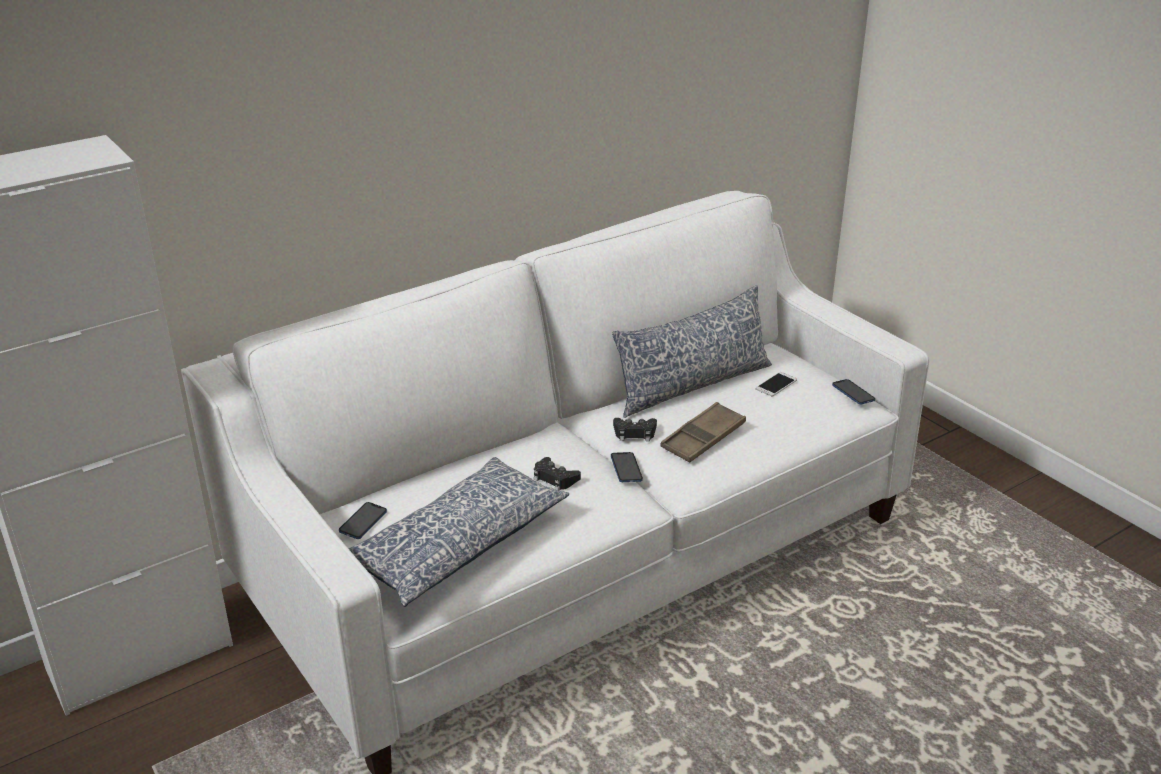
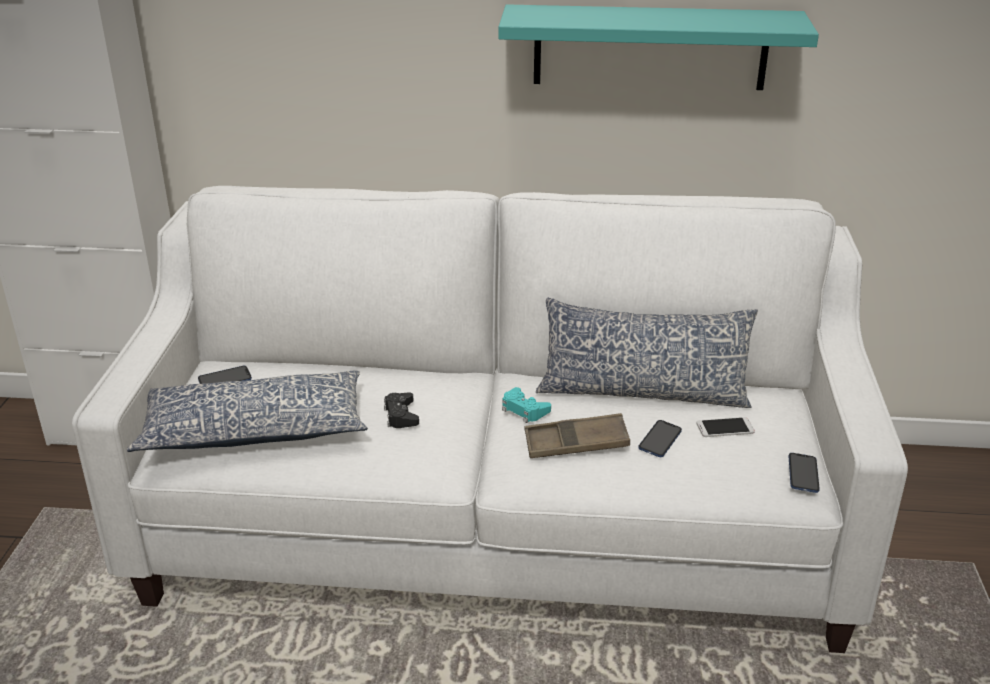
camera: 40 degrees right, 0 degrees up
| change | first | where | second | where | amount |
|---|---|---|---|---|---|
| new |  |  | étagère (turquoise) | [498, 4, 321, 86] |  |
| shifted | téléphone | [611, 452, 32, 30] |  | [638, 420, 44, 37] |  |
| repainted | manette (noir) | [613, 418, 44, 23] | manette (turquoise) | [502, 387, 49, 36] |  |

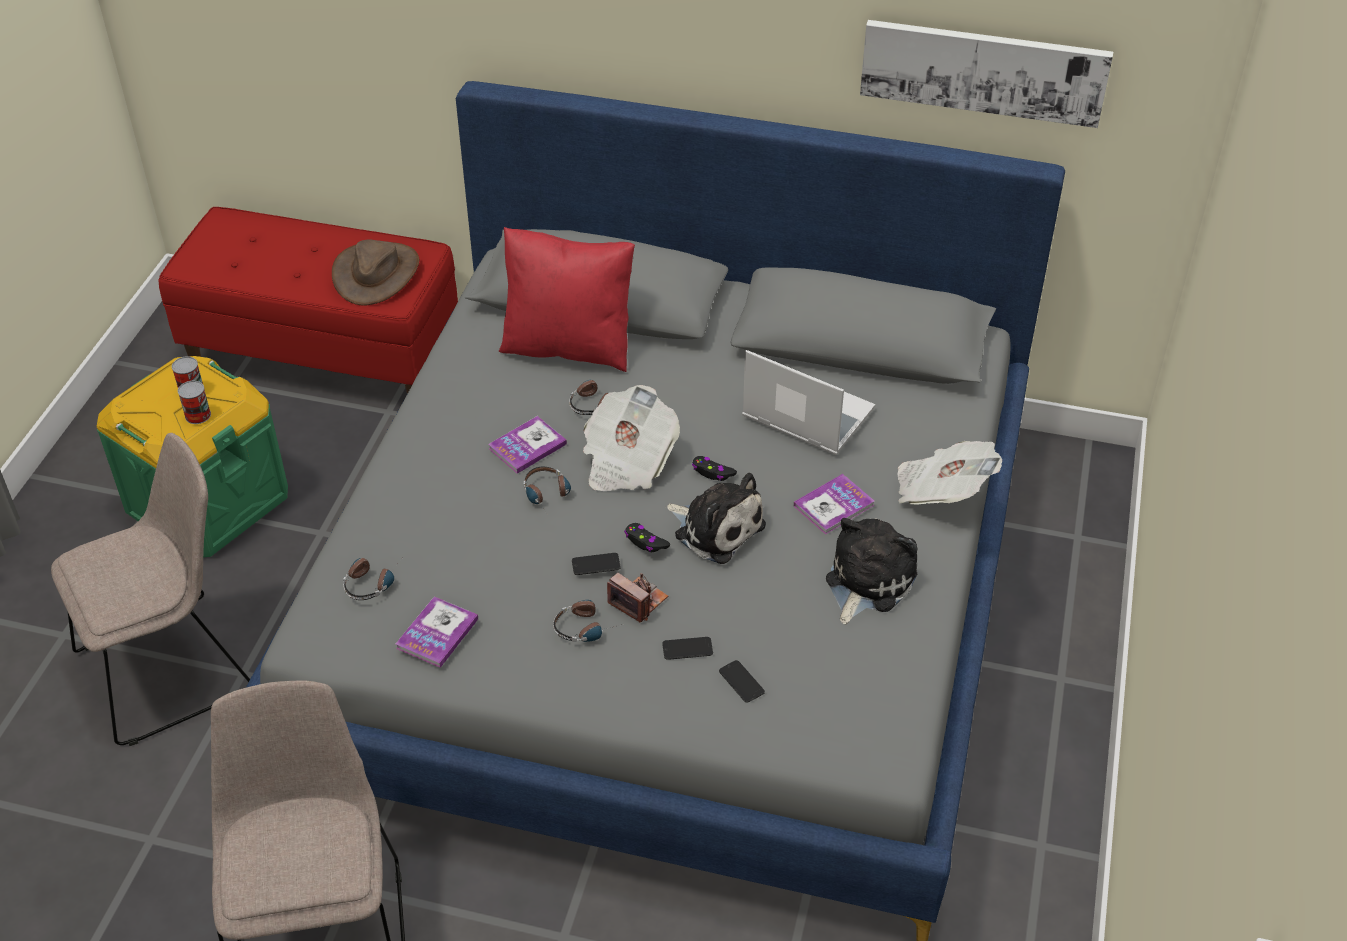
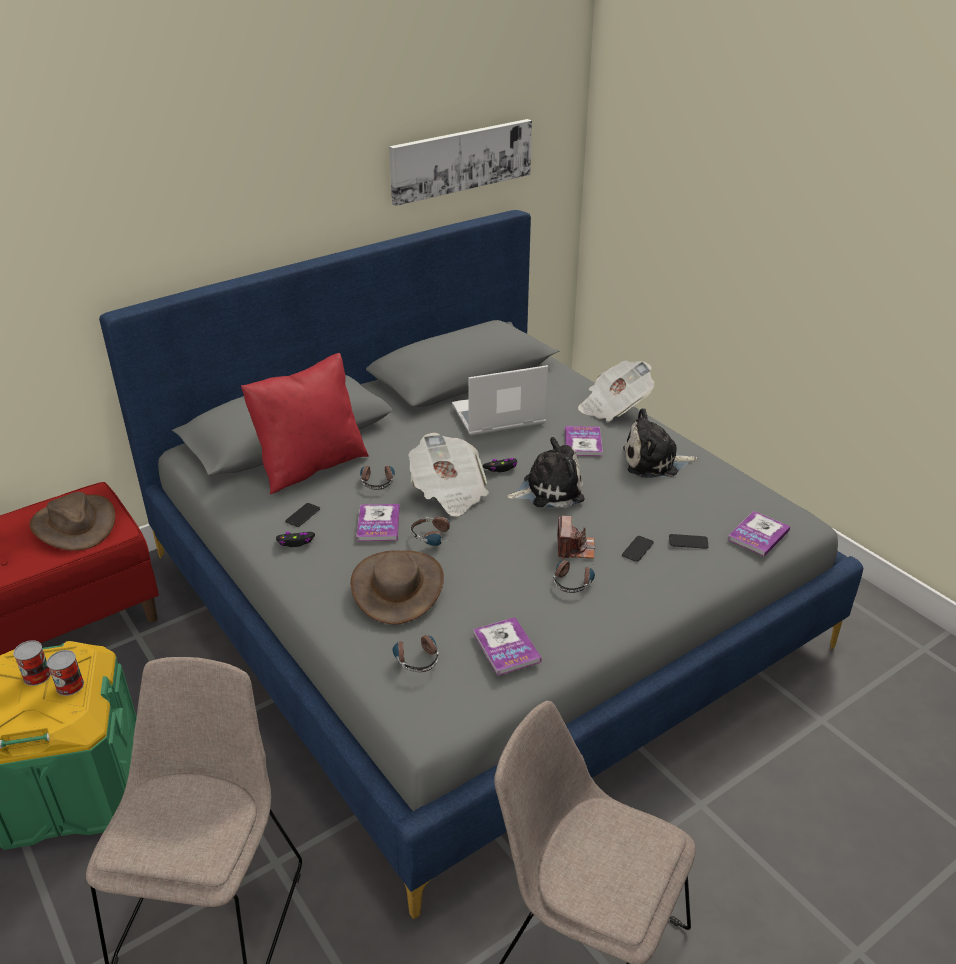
camera: 50 degrees left, 10 degrees down
| change | first | where | second | where | amount |
|---|---|---|---|---|---|
| new |  |  | chapeau (marron) | [351, 550, 93, 75] |  |
| new |  |  | livre | [728, 511, 62, 46] |  |
| shifted | téléphone | [572, 553, 49, 22] |  | [285, 503, 35, 24] |  |
| shifted | manette (noir) | [624, 523, 46, 29] |  | [276, 532, 39, 15] |  |
| rotated | appareil photo | [607, 573, 61, 49] |  | [557, 516, 38, 43] | 105 degrees clockwise |
| rotated | peluche | [826, 518, 91, 107] |  | [623, 408, 75, 70] | 75 degrees counterclockwise |

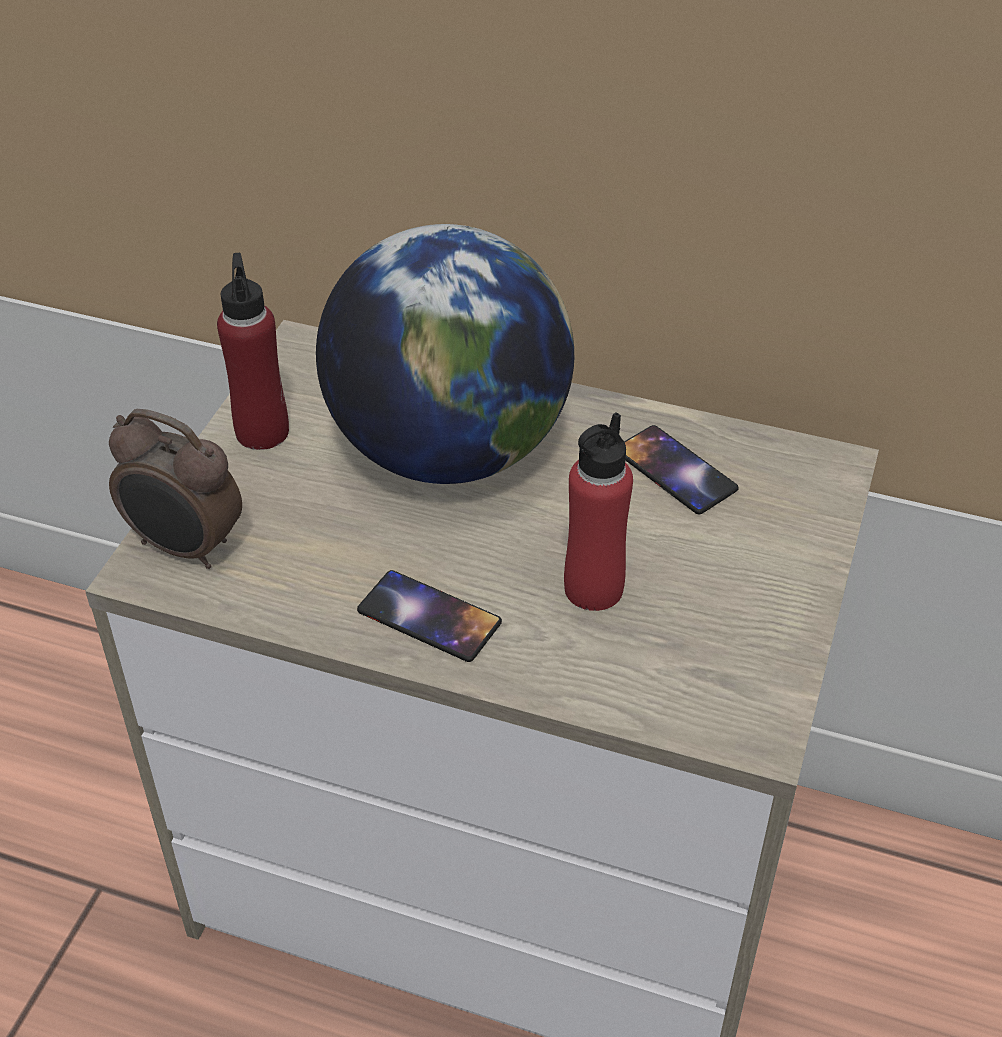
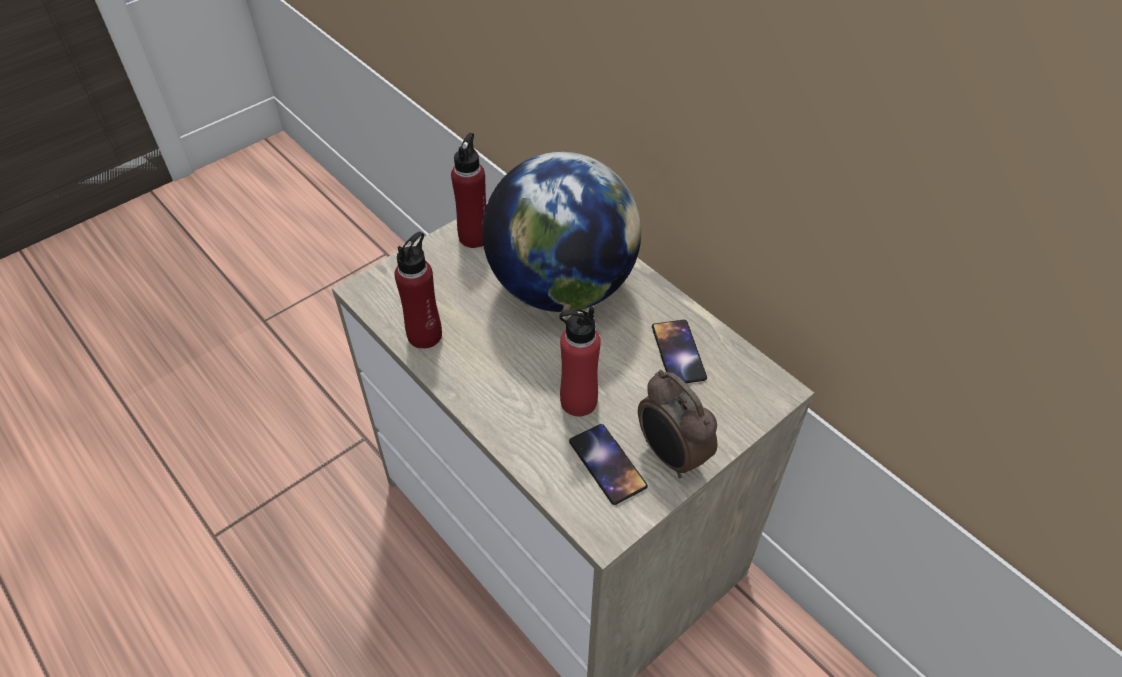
camera: 30 degrees right, 5 degrees up
| change | first | where | second | where | amount |
|---|---|---|---|---|---|
| new |  |  | bouteille (rouge) | [395, 232, 47, 117] |  |
| shifted | réveil | [109, 409, 133, 160] |  | [638, 370, 79, 108] |  |
| shifted | téléphone | [357, 570, 145, 92] |  | [569, 424, 79, 81] |  |

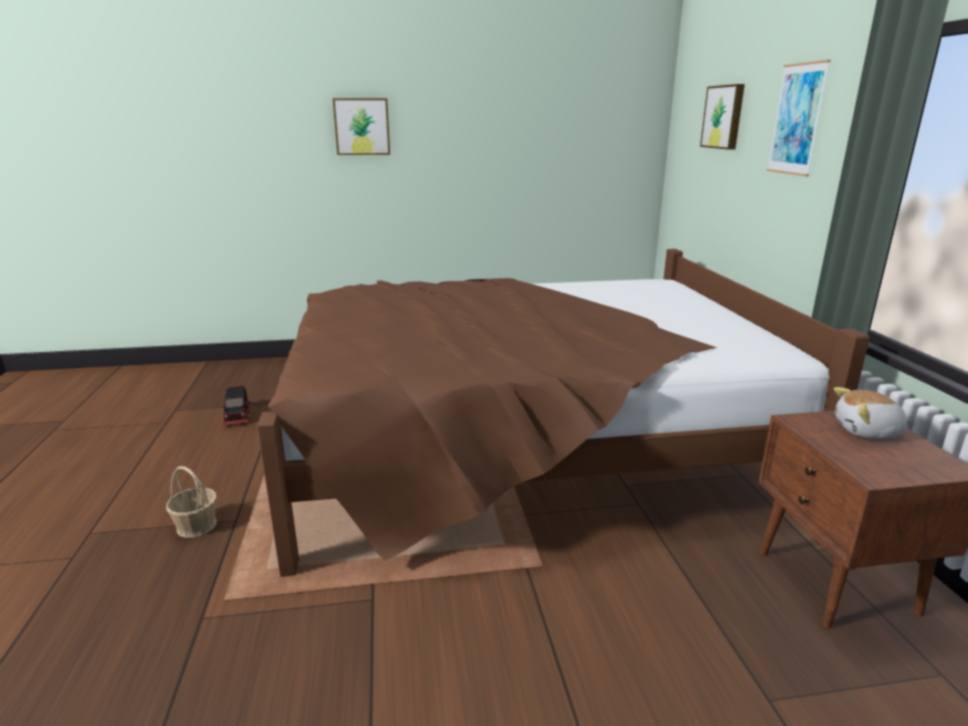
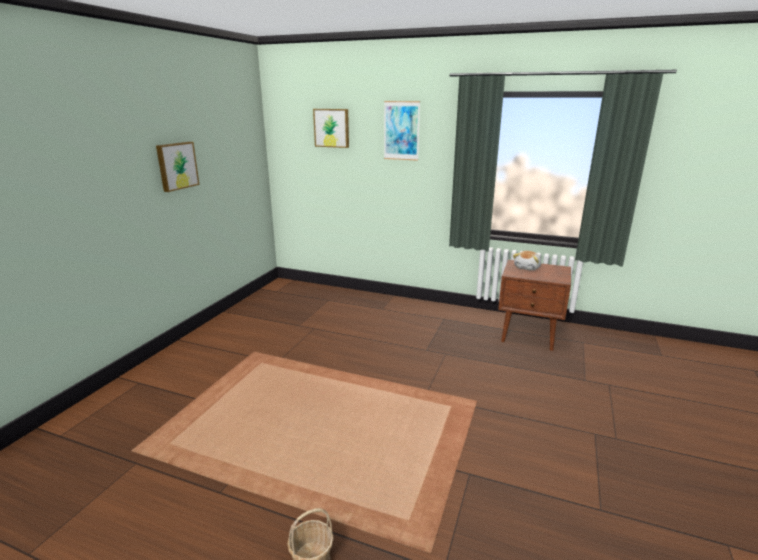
camera: 60 degrees left, 0 degrees up
| change | first | where | second | where | amount |
|---|---|---|---|---|---|
| gone | camion jouet | [222, 386, 29, 39] |  |  |  |
| gone | lit (marron) | [257, 249, 613, 328] |  |  |  |
| shifted | tableau | [333, 98, 57, 57] |  | [156, 142, 44, 50] |  |

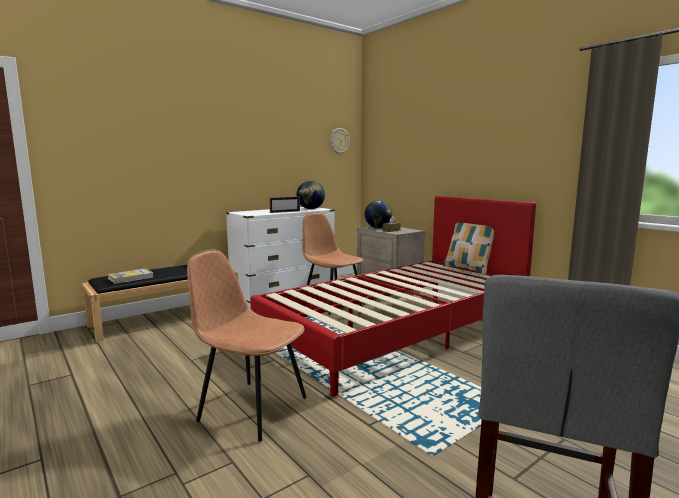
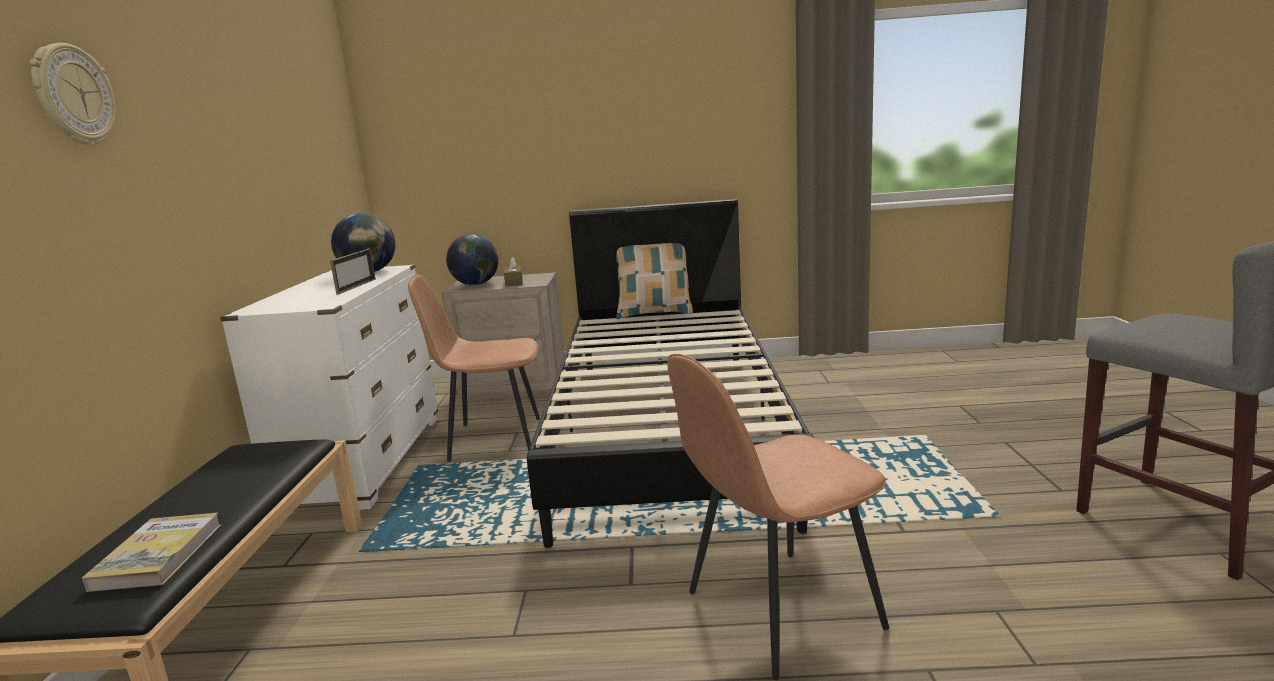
camera: 50 degrees left, 5 degrees up
| change | first | where | second | where | amount |
|---|---|---|---|---|---|
| shifted | horloge murale | [329, 128, 21, 27] |  | [30, 43, 85, 103] |  |
| repainted | lit (rouge) | [251, 196, 285, 200] | lit (noir) | [527, 199, 287, 349] |  |

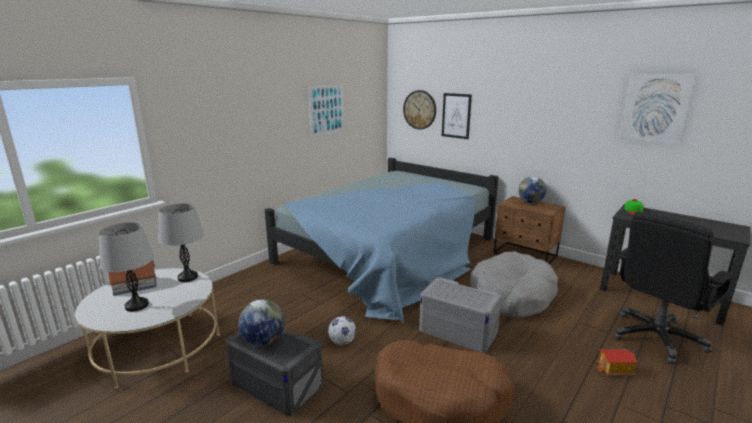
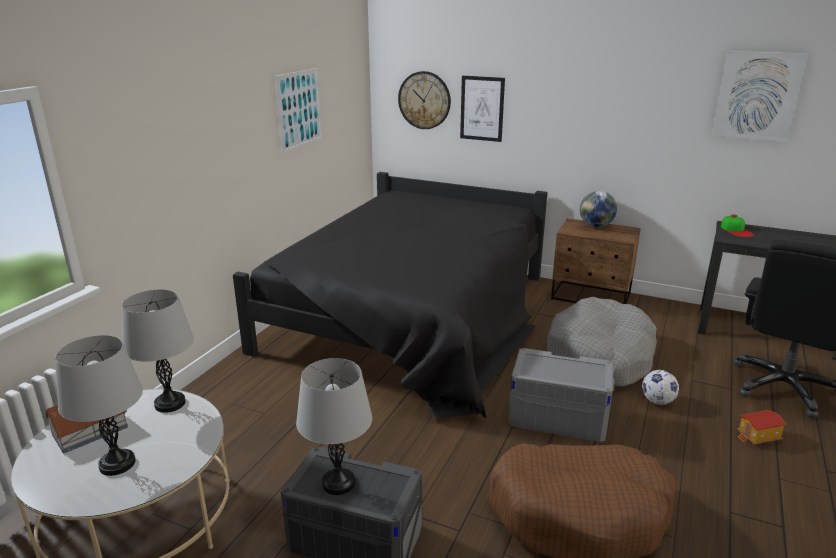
camera: 15 degrees left, 5 degrees up
| change | first | where | second | where | amount |
|---|---|---|---|---|---|
| shifted | ballon de foot | [328, 316, 28, 29] |  | [642, 370, 37, 35] |  |
| swapped | globe | [238, 299, 47, 47] | lampe de table (gris) | [296, 358, 76, 137] |  |
| repainted | lit (bleu) | [265, 158, 233, 165] | lit (noir) | [233, 172, 314, 246] |  |

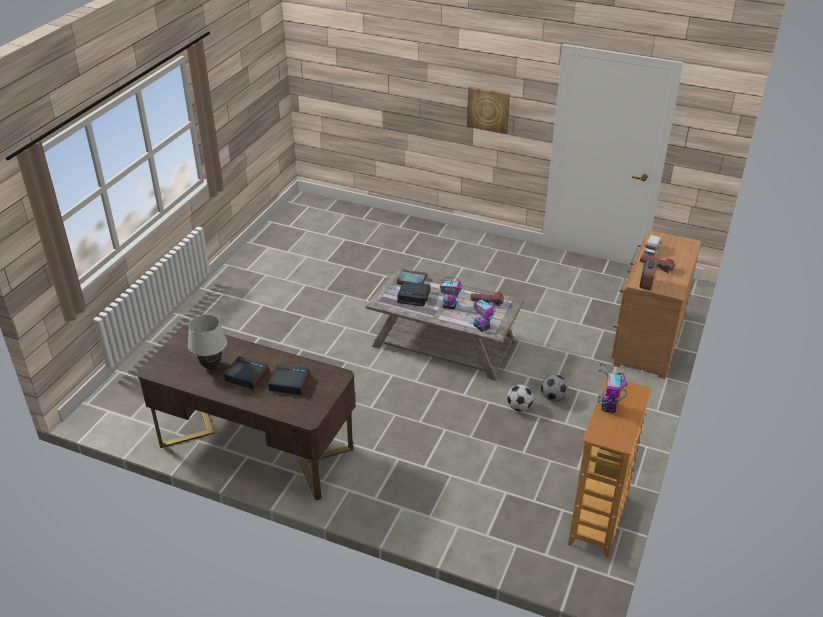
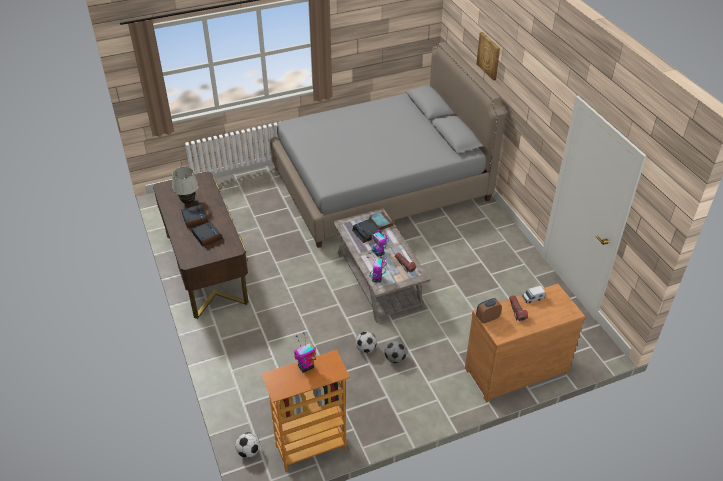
camera: 45 degrees right, 5 degrees up
| change | first | where | second | where | amount |
|---|---|---|---|---|---|
| new |  |  | ballon de foot | [235, 433, 25, 25] |  |
| new |  |  | lit (gris) | [270, 42, 236, 206] |  |
| shifted | tableau | [467, 86, 43, 48] |  | [476, 32, 24, 49] |  |

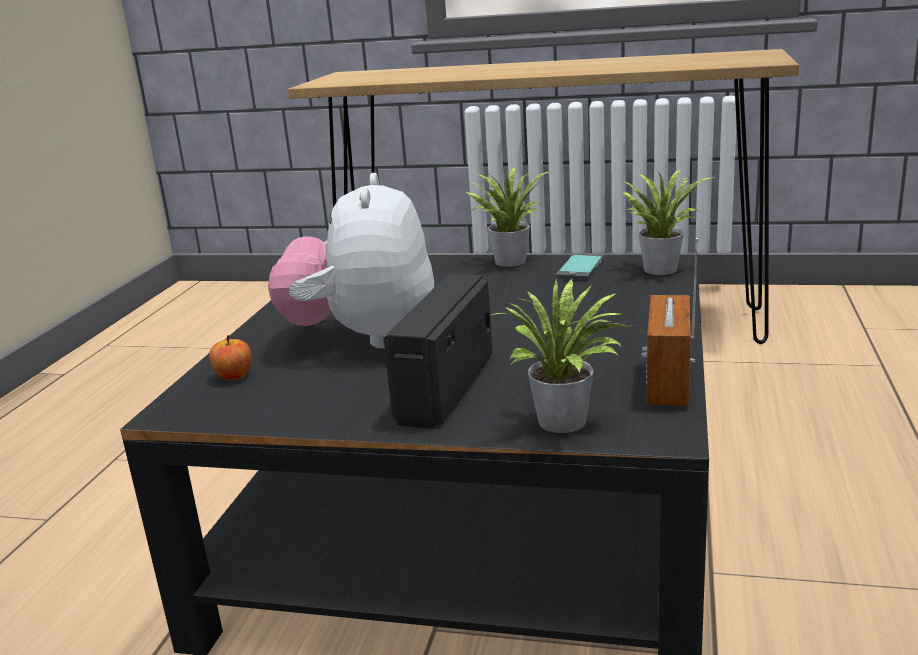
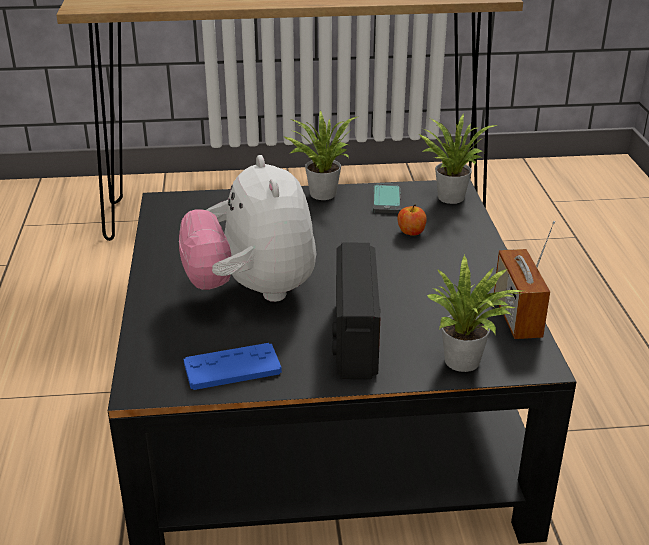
camera: 20 degrees left, 10 degrees up
| change | first | where | second | where | amount |
|---|---|---|---|---|---|
| new |  |  | manette (bleu) | [184, 343, 98, 47] |  |
| shifted | pomme | [209, 335, 42, 45] |  | [397, 204, 30, 32] |  |

